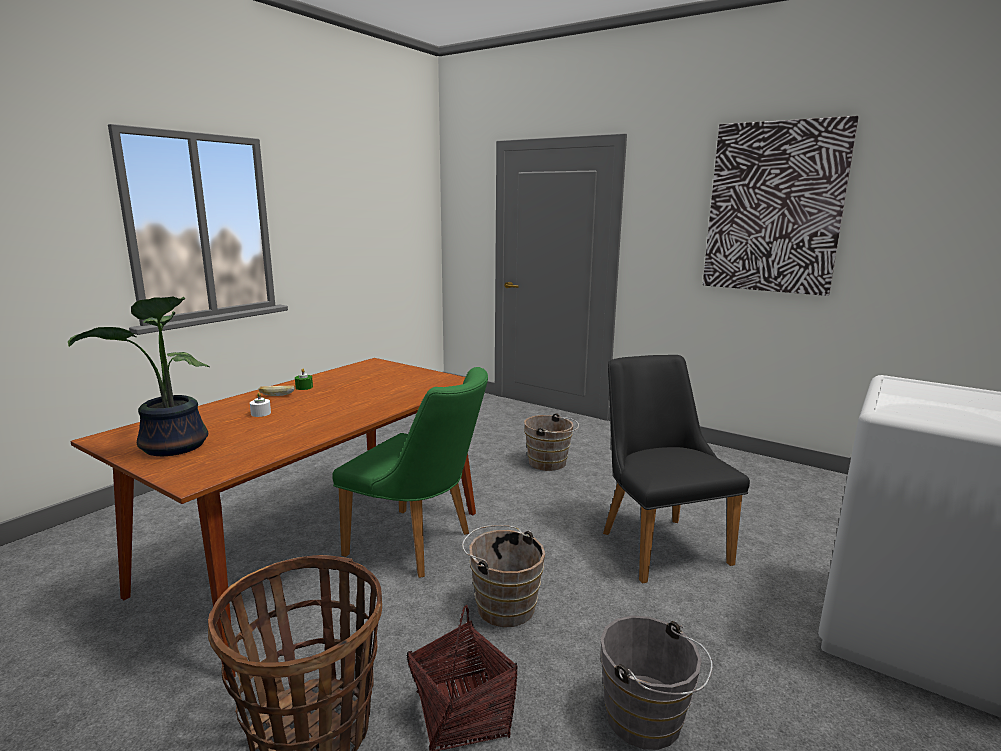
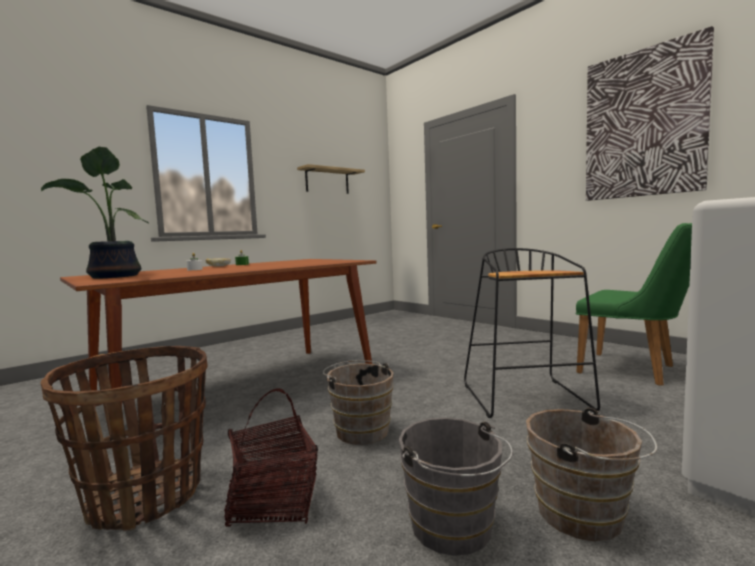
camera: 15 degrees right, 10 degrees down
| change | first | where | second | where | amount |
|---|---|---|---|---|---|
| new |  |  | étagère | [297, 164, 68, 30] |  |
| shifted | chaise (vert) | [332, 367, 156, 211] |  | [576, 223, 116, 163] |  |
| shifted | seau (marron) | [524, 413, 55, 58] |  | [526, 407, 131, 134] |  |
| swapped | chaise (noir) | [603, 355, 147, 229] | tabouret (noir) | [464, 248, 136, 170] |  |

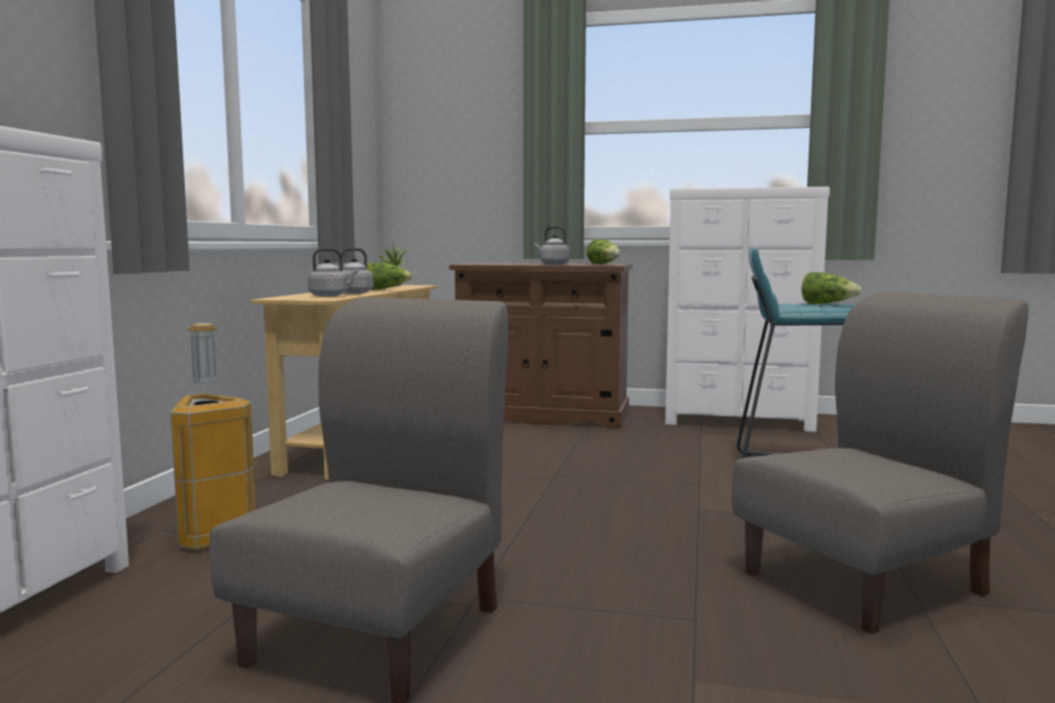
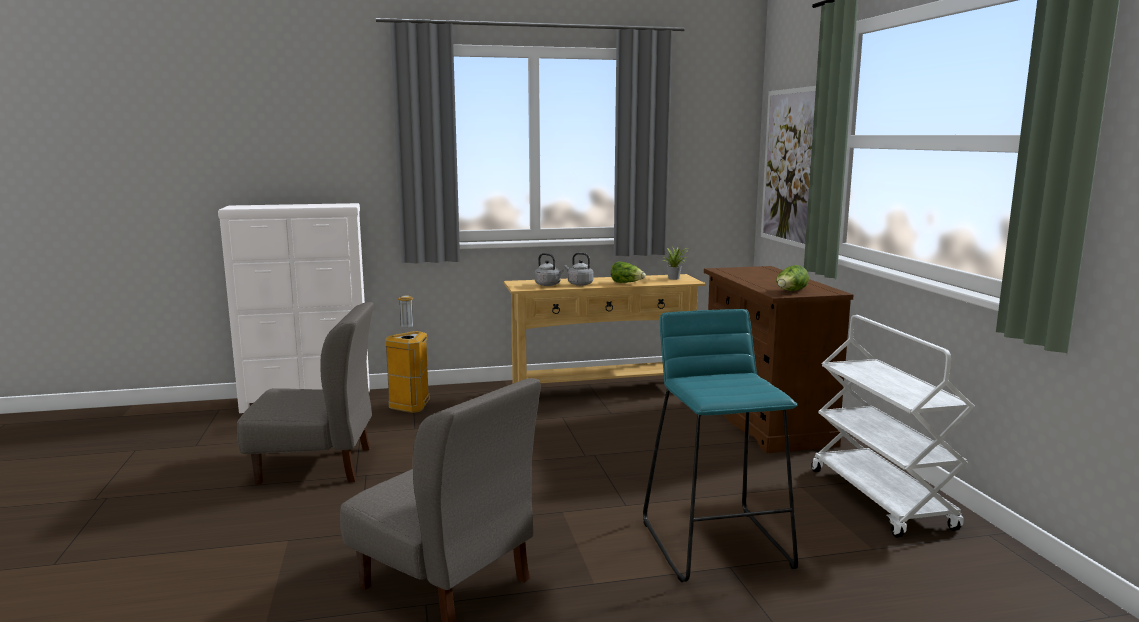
camera: 65 degrees right, 5 degrees up
| change | first | where | second | where | amount |
|---|---|---|---|---|---|
| gone | bouilloire (gris) | [534, 226, 36, 39] |  |  |  |
| gone | laitue | [802, 272, 60, 32] |  |  |  |
| new |  |  | tableau | [761, 86, 55, 163] |  |
| swapped | commode (blanc) | [665, 187, 165, 245] | chariot (blanc) | [811, 315, 164, 223] |  |

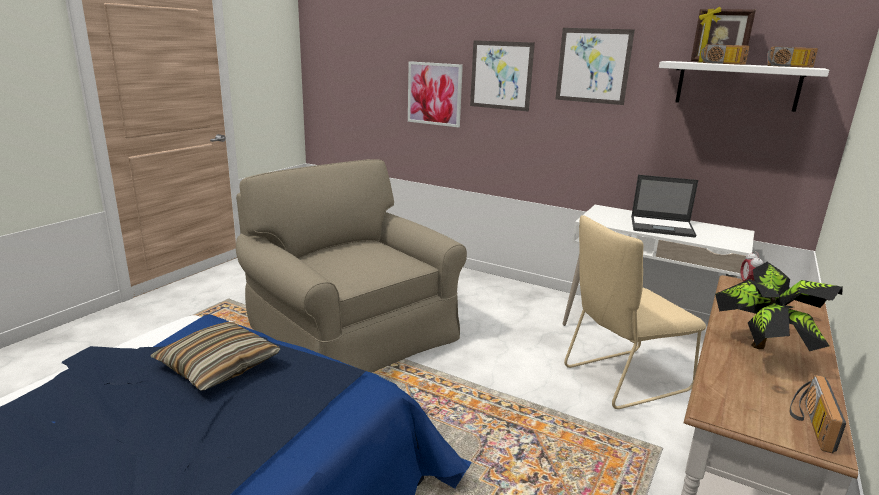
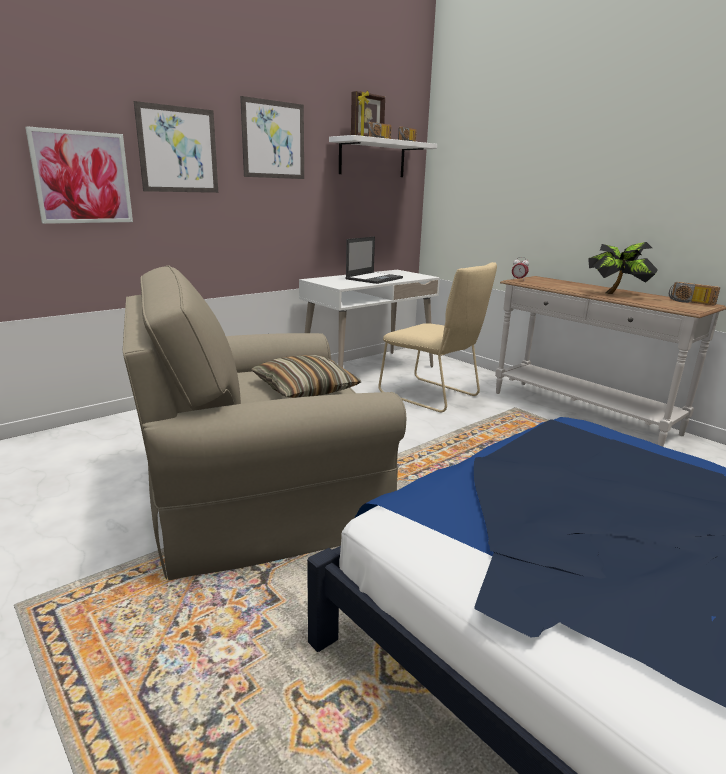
camera: 70 degrees left, 0 degrees up
| change | first | where | second | where | amount |
|---|---|---|---|---|---|
| shifted | coussin | [150, 322, 130, 68] |  | [251, 355, 110, 43] |  |
| rotated | chaise (beige) | [564, 215, 142, 194] |  | [378, 262, 119, 150] | 45 degrees counterclockwise |

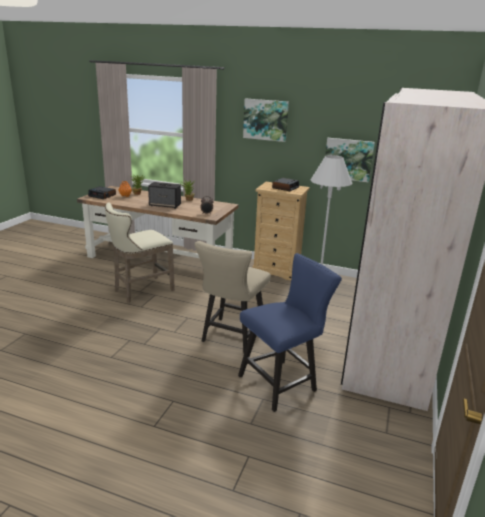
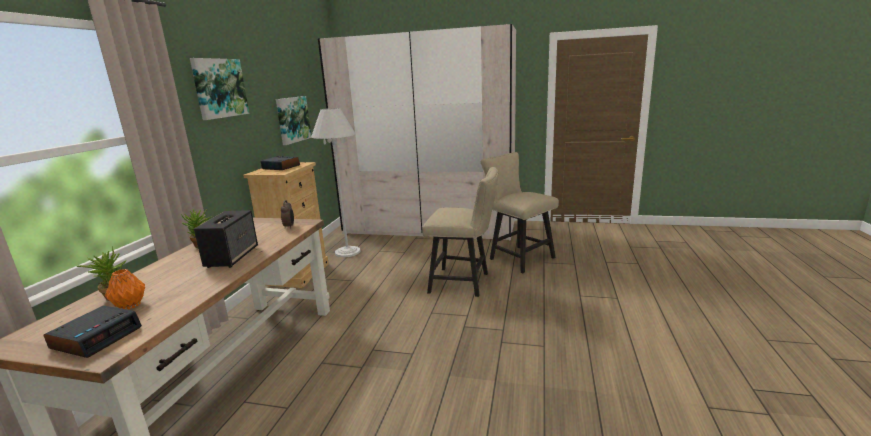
camera: 95 degrees left, 5 degrees down
| change | first | where | second | where | amount |
|---|---|---|---|---|---|
| gone | tabouret (beige) | [105, 203, 70, 100] |  |  |  |
| repainted | chaise (bleu) | [238, 253, 104, 159] | chaise (beige) | [481, 152, 78, 122] |  |

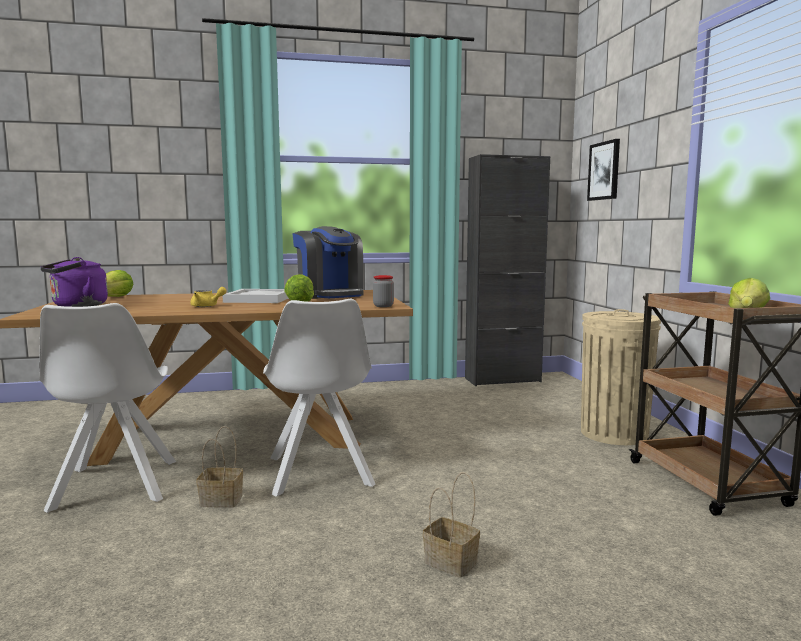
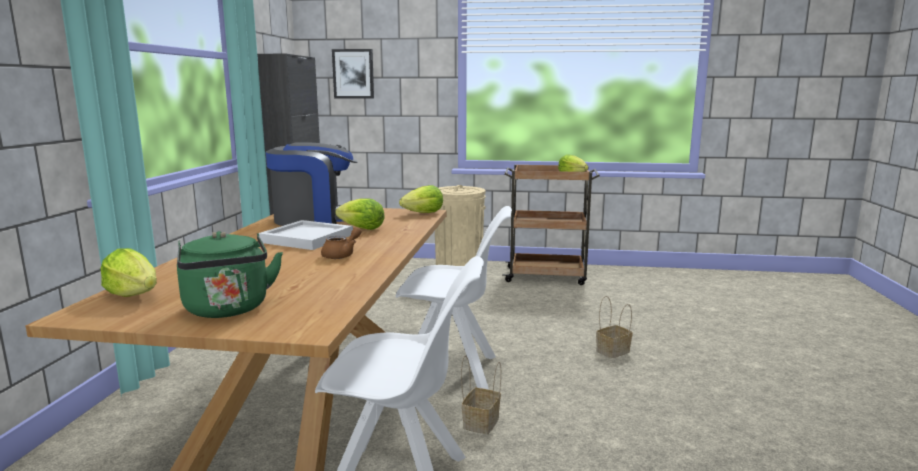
camera: 70 degrees left, 5 degrees up
| change | first | where | second | where | amount |
|---|---|---|---|---|---|
| swapped | bocal | [373, 275, 21, 32] | laitue | [399, 185, 44, 28] |  |
| repainted | bouilloire (violet) | [40, 257, 68, 50] | bouilloire (vert) | [177, 231, 106, 87] |  |
| repainted | théière (jaune) | [190, 287, 37, 20] | théière (marron) | [321, 227, 41, 32] |  |

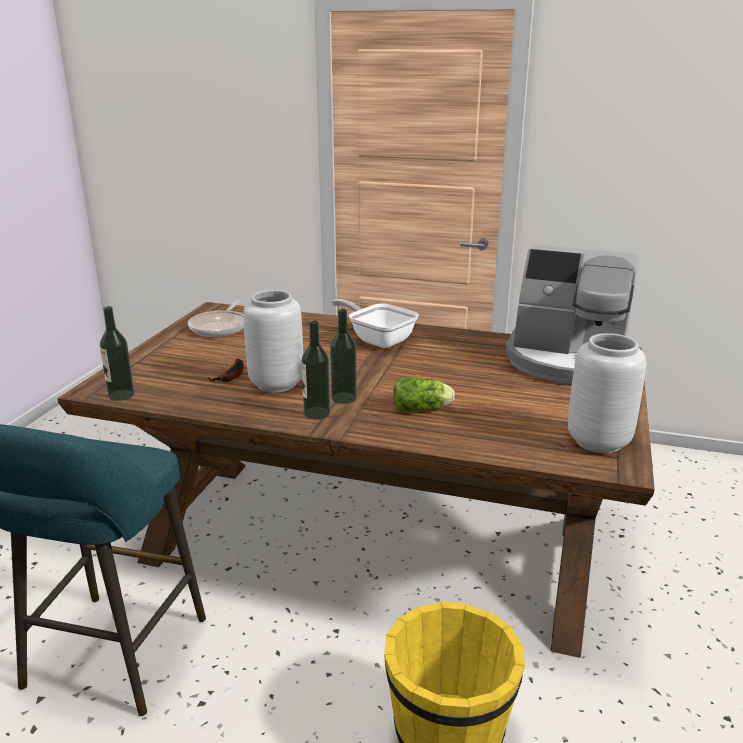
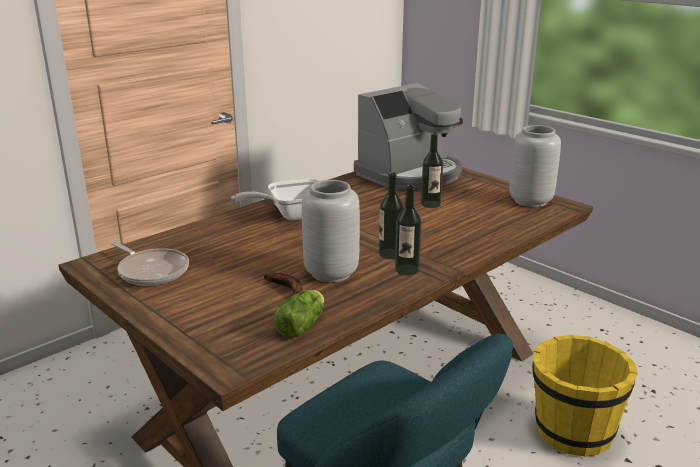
camera: 60 degrees left, 0 degrees up
| change | first | where | second | where | amount |
|---|---|---|---|---|---|
| shifted | bouteille | [100, 306, 35, 95] |  | [421, 133, 22, 75] |  |
| shifted | laitue | [393, 378, 62, 34] |  | [273, 290, 51, 48] |  |

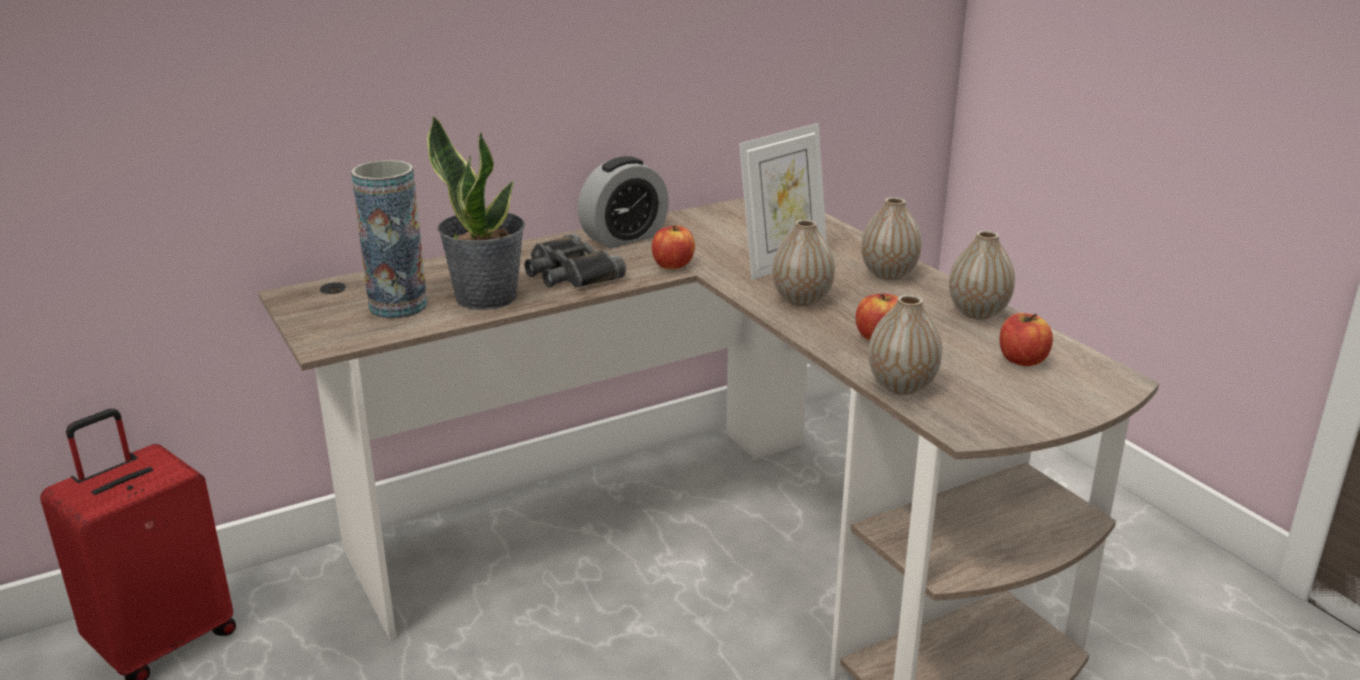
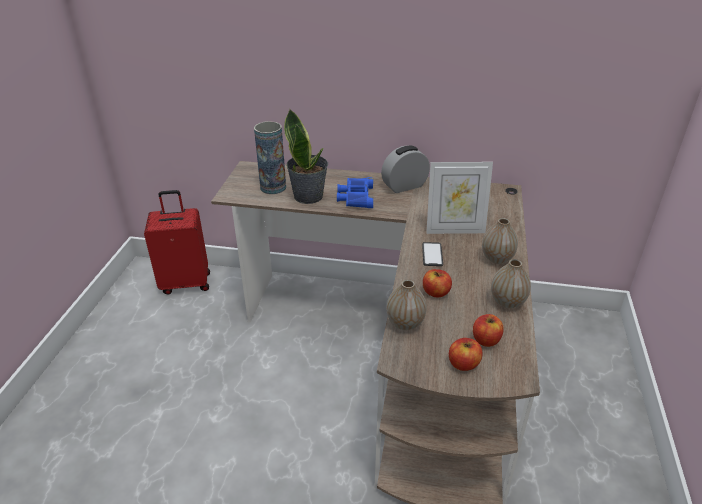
camera: 40 degrees right, 10 degrees up
| change | first | where | second | where | amount |
|---|---|---|---|---|---|
| shifted | pomme | [652, 226, 43, 43] |  | [449, 338, 34, 33] |  |
| swapped | vase | [772, 219, 63, 87] | téléphone | [422, 242, 21, 24] |  |
| repainted | jumelles (noir) | [525, 233, 101, 55] | jumelles (bleu) | [337, 177, 36, 31] |  |
| rotated | réveil | [578, 156, 91, 93] |  | [381, 146, 49, 47] | 150 degrees clockwise |

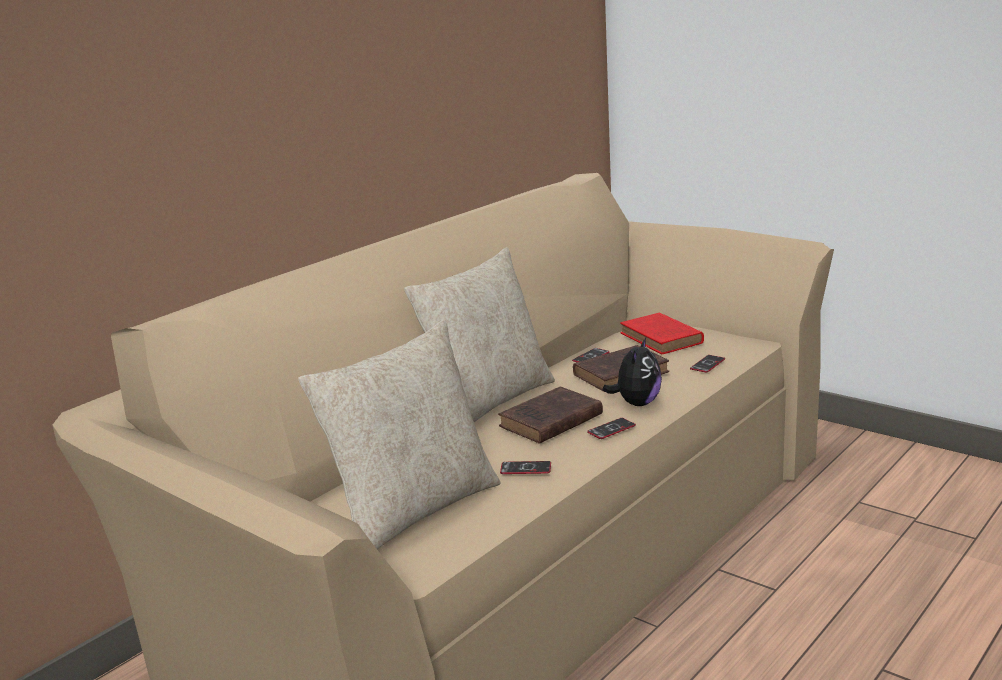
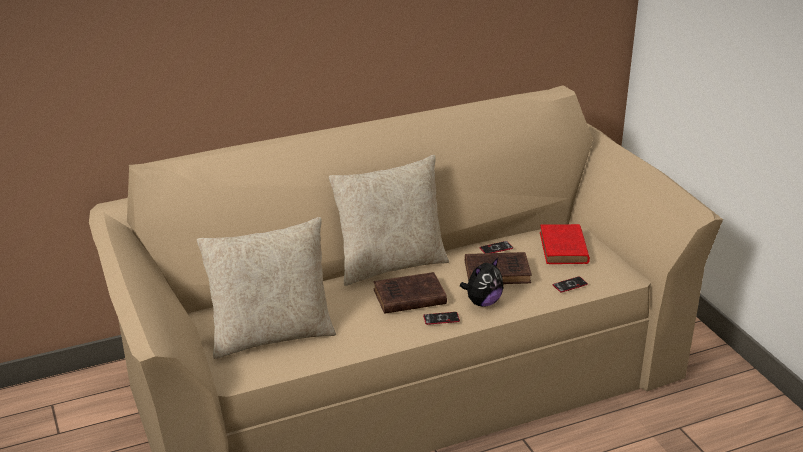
camera: 25 degrees right, 10 degrees up
| change | first | where | second | where | amount |
|---|---|---|---|---|---|
| gone | téléphone | [500, 461, 51, 13] |  |  |  |

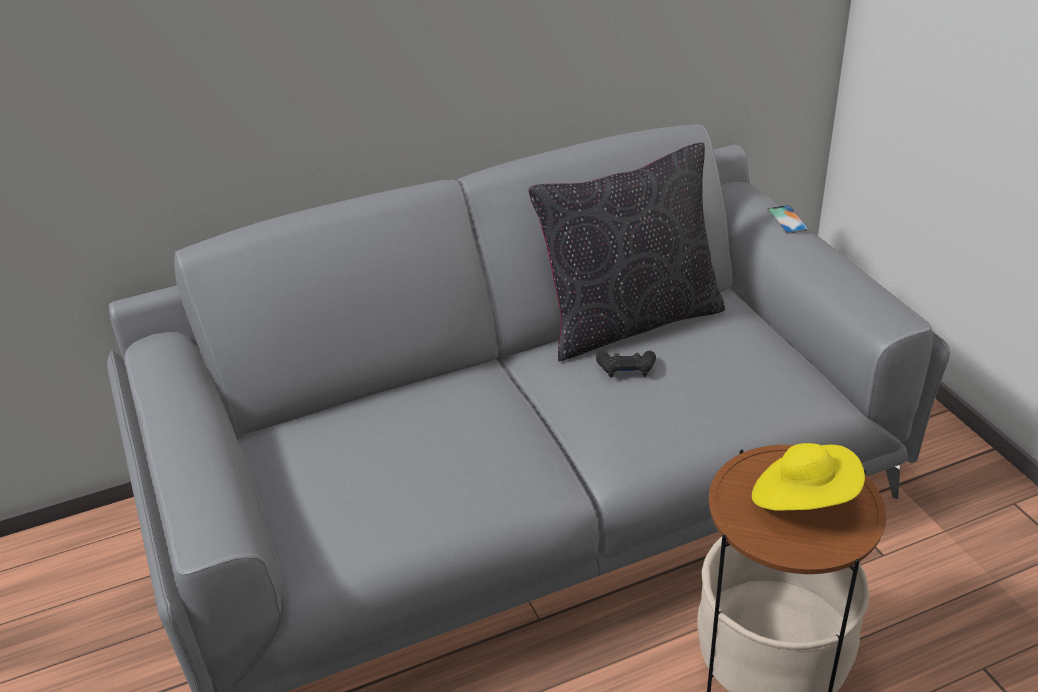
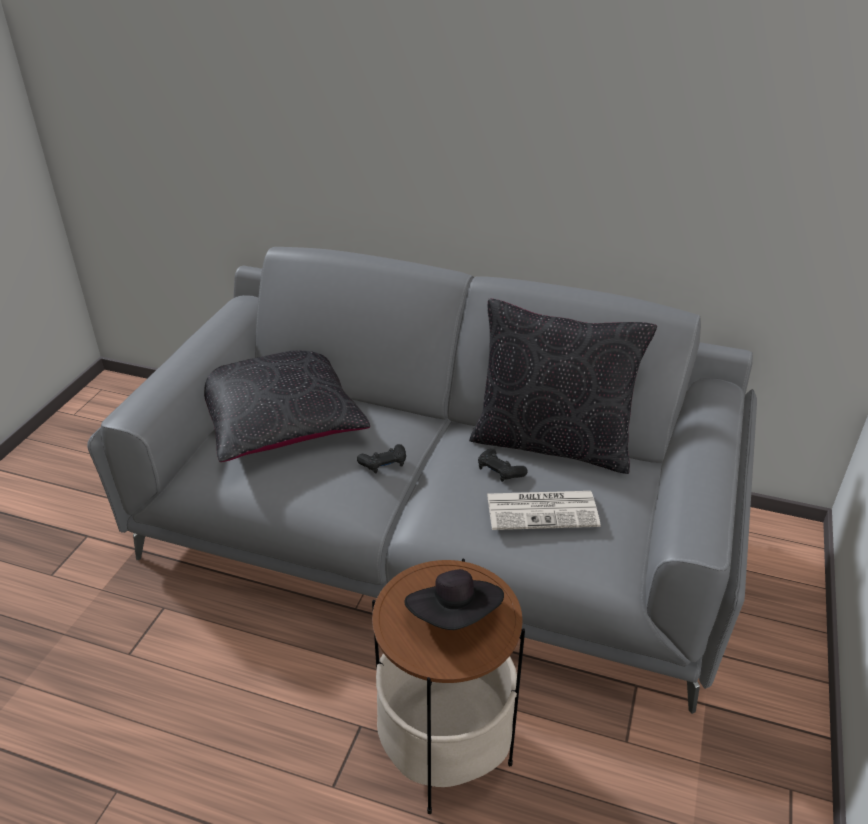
camera: 40 degrees right, 0 degrees up
| change | first | where | second | where | amount |
|---|---|---|---|---|---|
| gone | téléphone | [767, 205, 42, 29] |  |  |  |
| new |  |  | coussin (noir) | [204, 350, 166, 112] |  |
| new |  |  | manette (noir) | [357, 444, 49, 29] |  |
| new |  |  | journal | [487, 491, 114, 39] |  |
| repainted | chapeau (jaune) | [752, 443, 113, 68] | chapeau (noir) | [405, 569, 99, 61] |  |

